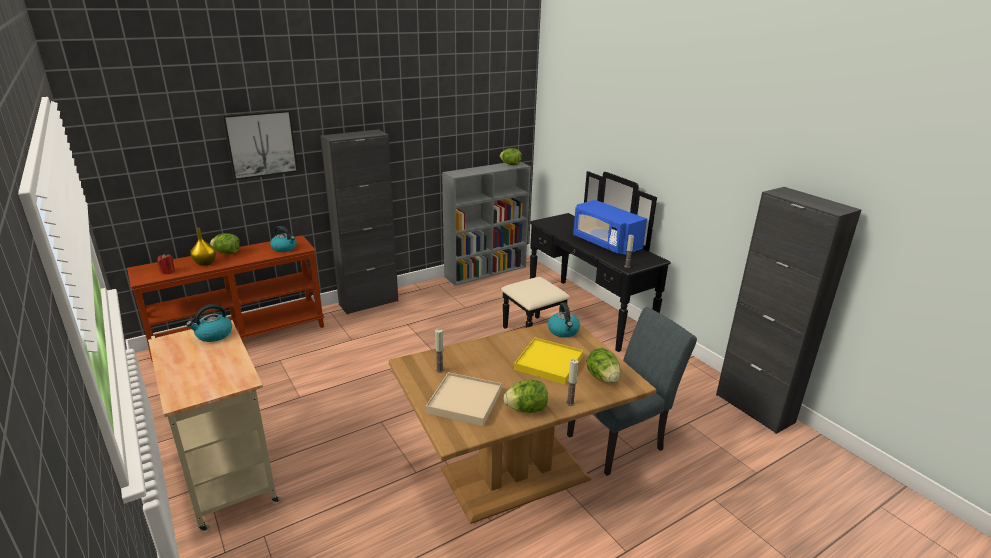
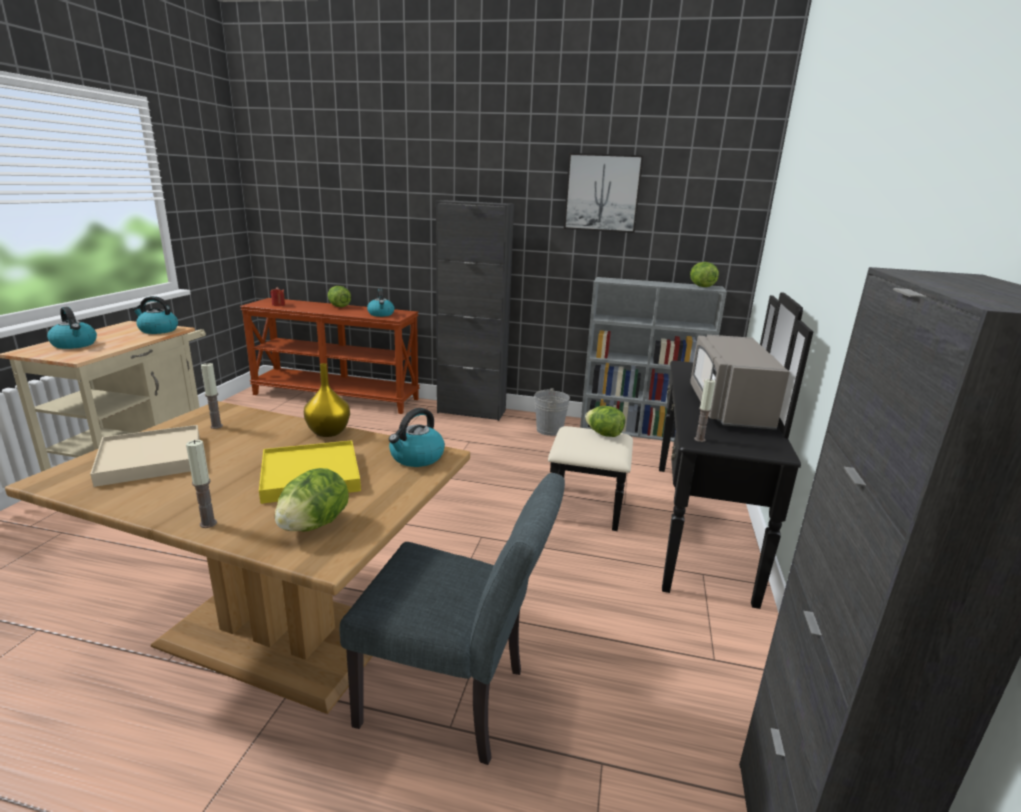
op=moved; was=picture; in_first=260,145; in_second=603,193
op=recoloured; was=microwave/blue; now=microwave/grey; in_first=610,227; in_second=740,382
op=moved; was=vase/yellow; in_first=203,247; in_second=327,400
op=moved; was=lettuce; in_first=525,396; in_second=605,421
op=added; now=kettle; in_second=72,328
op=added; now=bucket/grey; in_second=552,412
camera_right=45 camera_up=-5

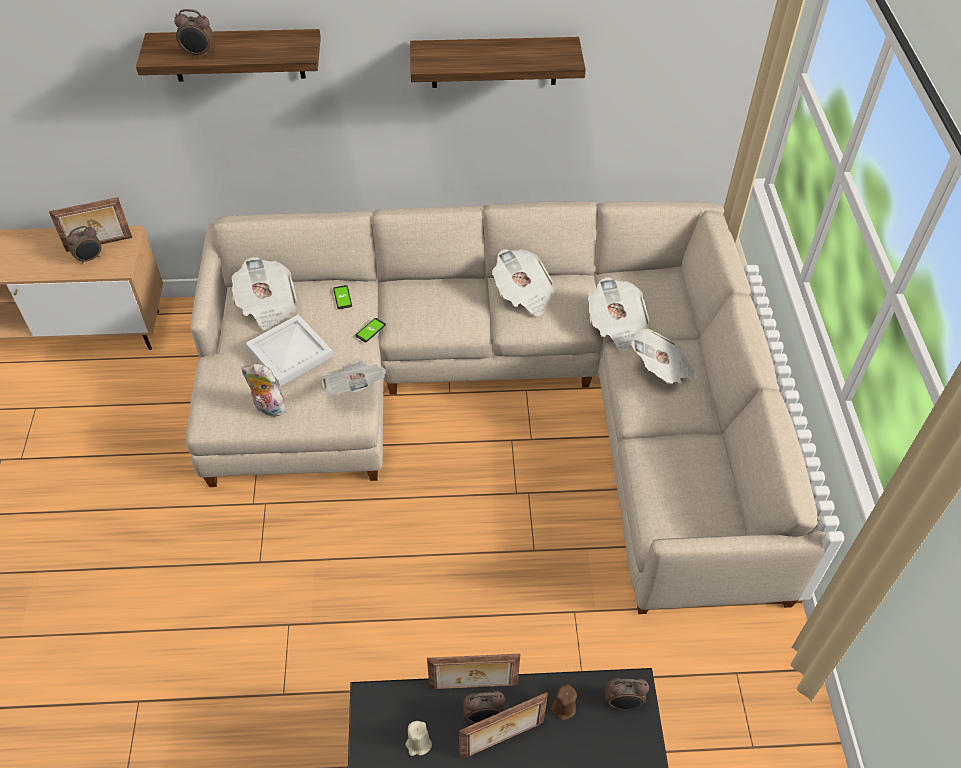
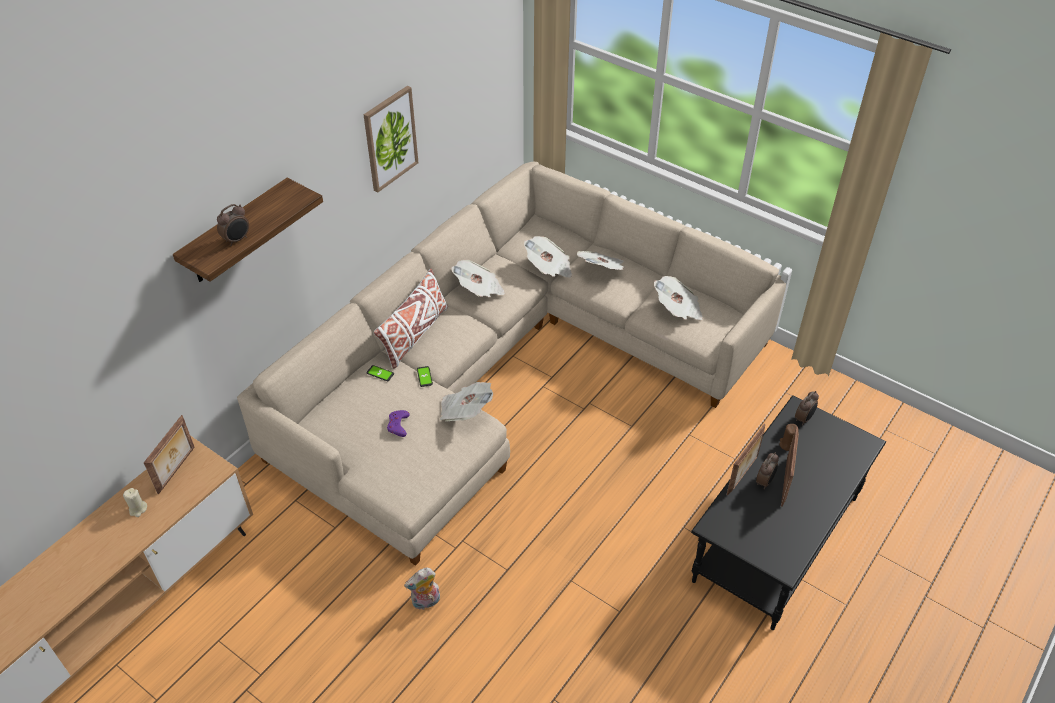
op=replaced; was=shelf; now=picture; in_first=498,62; in_second=391,139
op=removed; was=alarm clock; in_first=83,245
op=moved; was=newspaper; in_first=264,294; in_second=678,298
op=replaced; was=tray/white; now=game controller/purple; in_first=289,350; in_second=398,423
op=moved; was=plush toy; in_first=263,390; in_second=422,589
op=moved; was=candle/beige; in_first=419,738; in_second=135,502
op=added; now=pillow/white; in_second=411,318
camera_right=-50 camera_up=-5

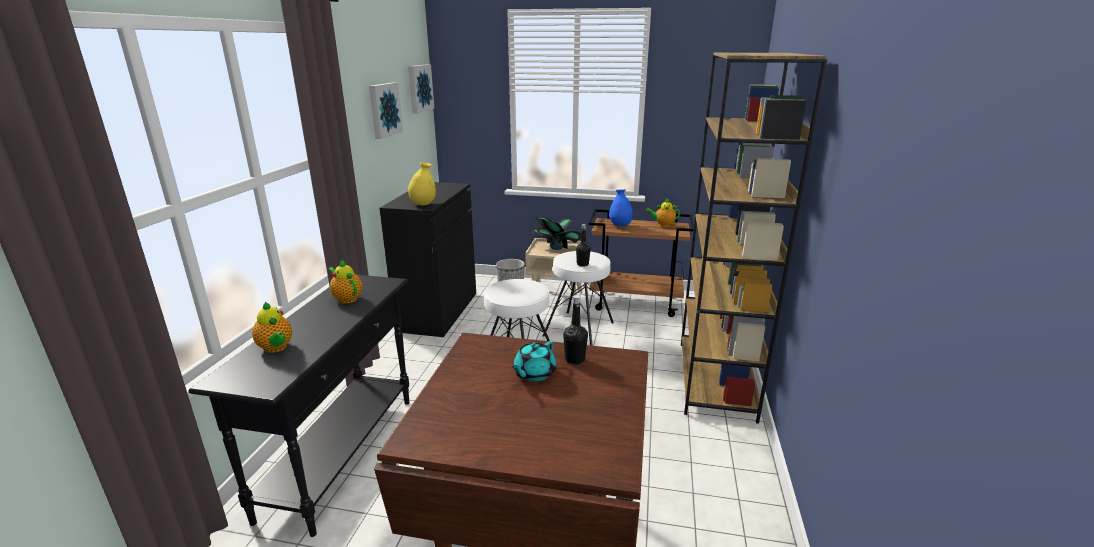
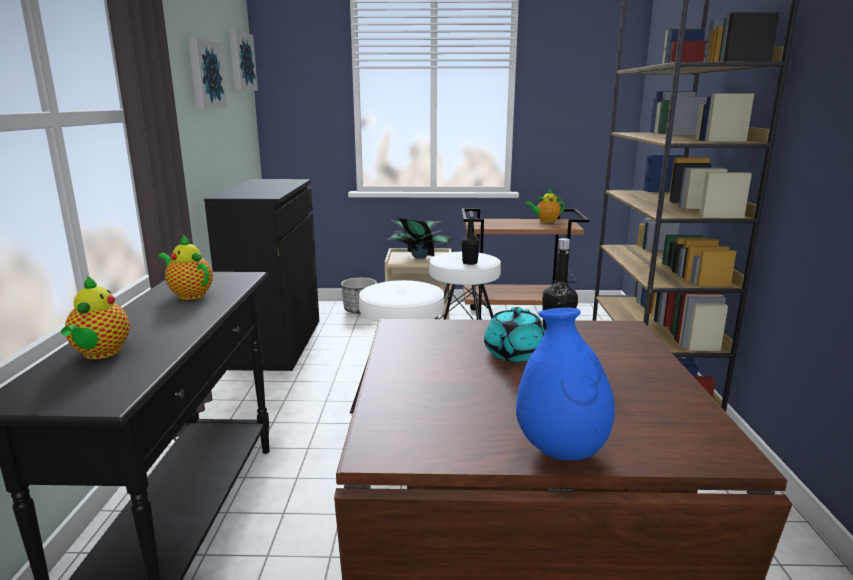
op=removed; was=vase/yellow; in_first=422,184
op=moved; was=vase/blue; in_first=621,207; in_second=565,384
op=turned; was=teapot; in_first=272,327; in_second=95,317; clockwise=45
camera_right=-10 camera_up=-5

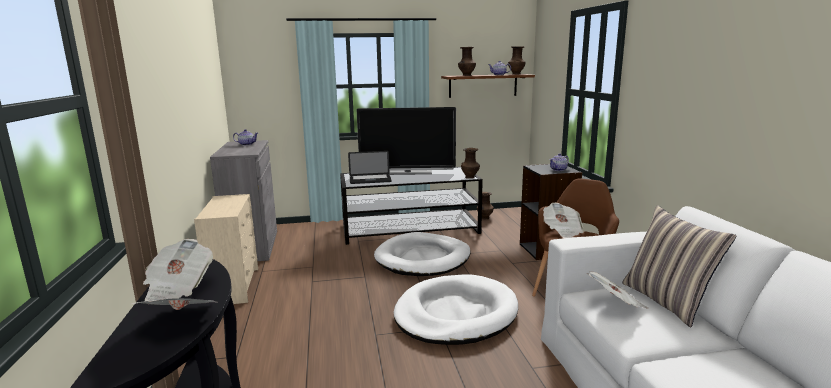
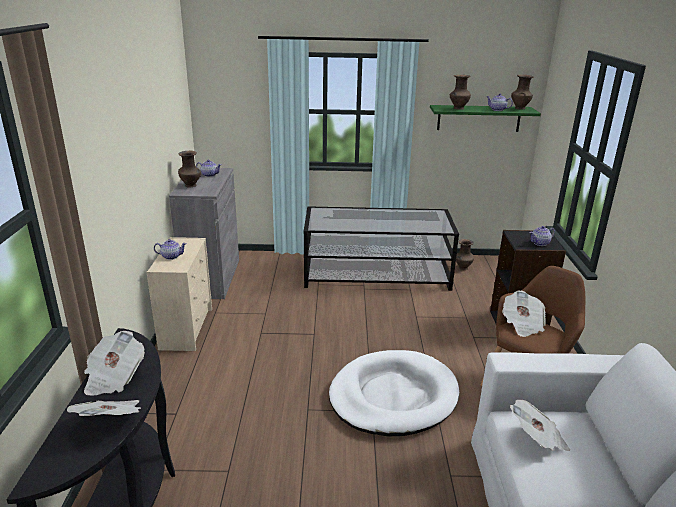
op=recoloured; was=shelf/brown; now=shelf/green; in_first=488,86; in_second=485,118
op=removed; was=television; in_first=406,141
op=moved; was=vase/brown; in_first=470,163; in_second=189,169
op=removed; was=laptop; in_first=370,167
op=removed; was=pillow; in_first=679,266
op=removed; was=dog bed/white; in_first=422,254
op=added; now=teapot; in_second=170,249
camera_right=10 camera_up=10

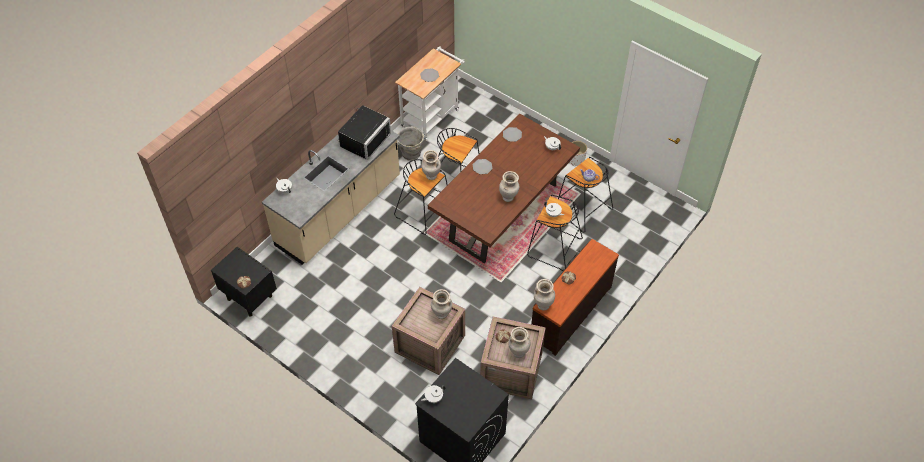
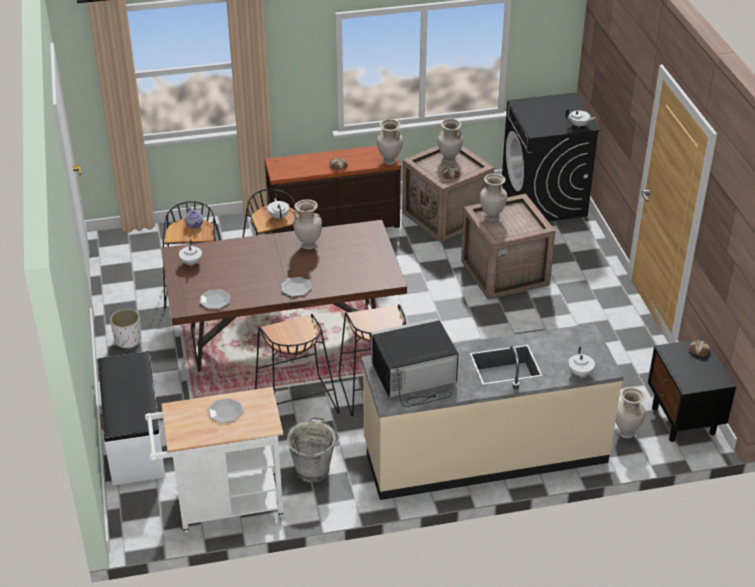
op=moved; was=vase/beige; in_first=431,165; in_second=630,412
op=added; now=bench/white; in_second=131,418
camera_right=-140 camera_up=-15

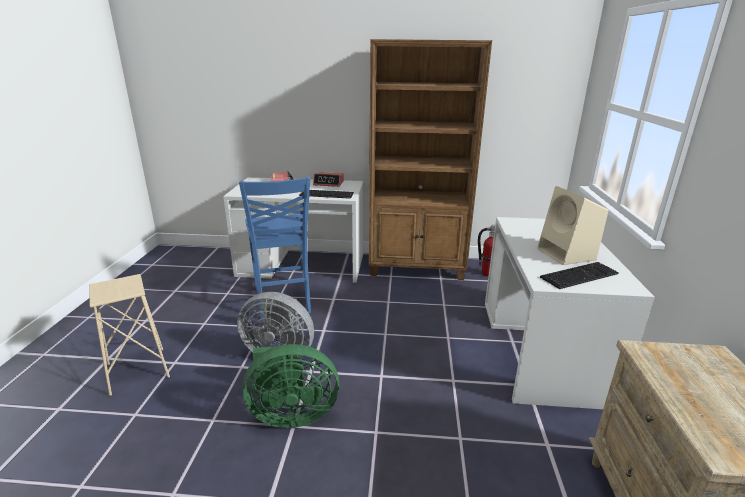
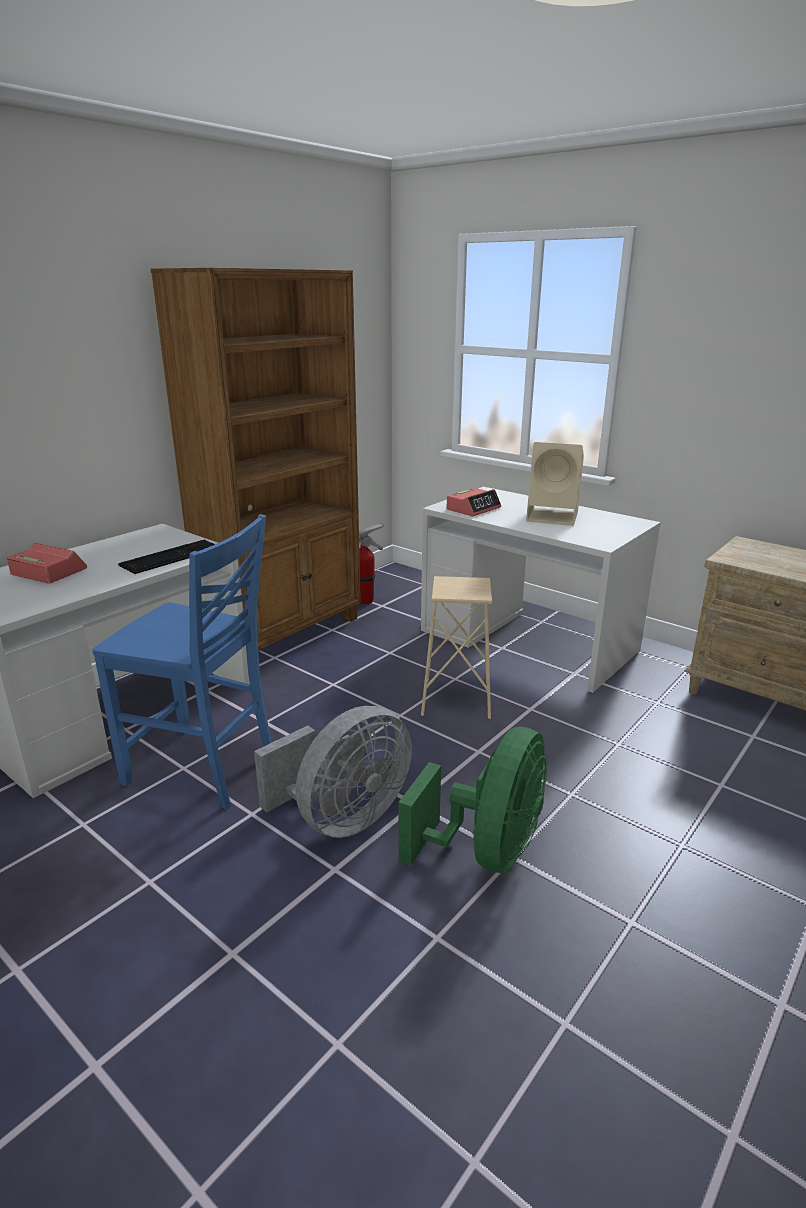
op=moved; was=alarm clock; in_first=328,179; in_second=474,502
op=removed; was=keyboard; in_first=579,275
op=moved; was=stool/beige; in_first=129,335; in_second=456,647
camera_right=-55 camera_up=0

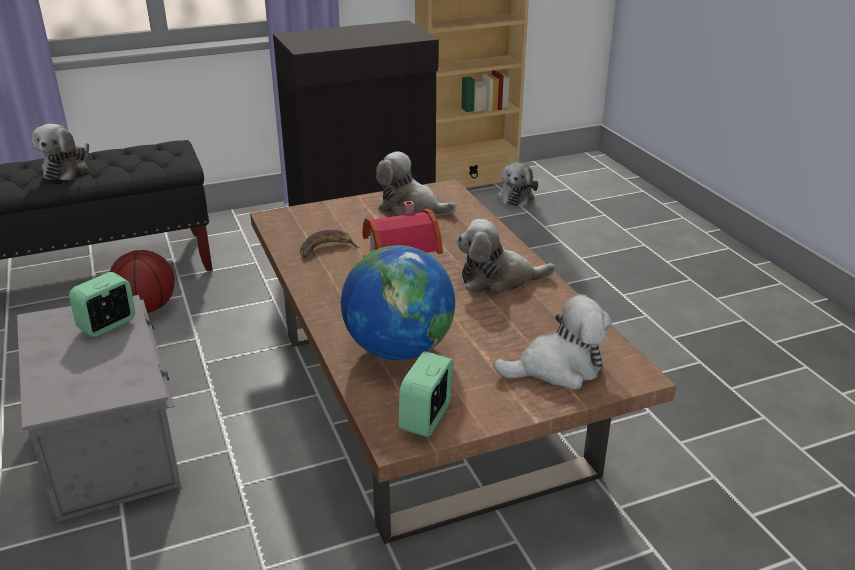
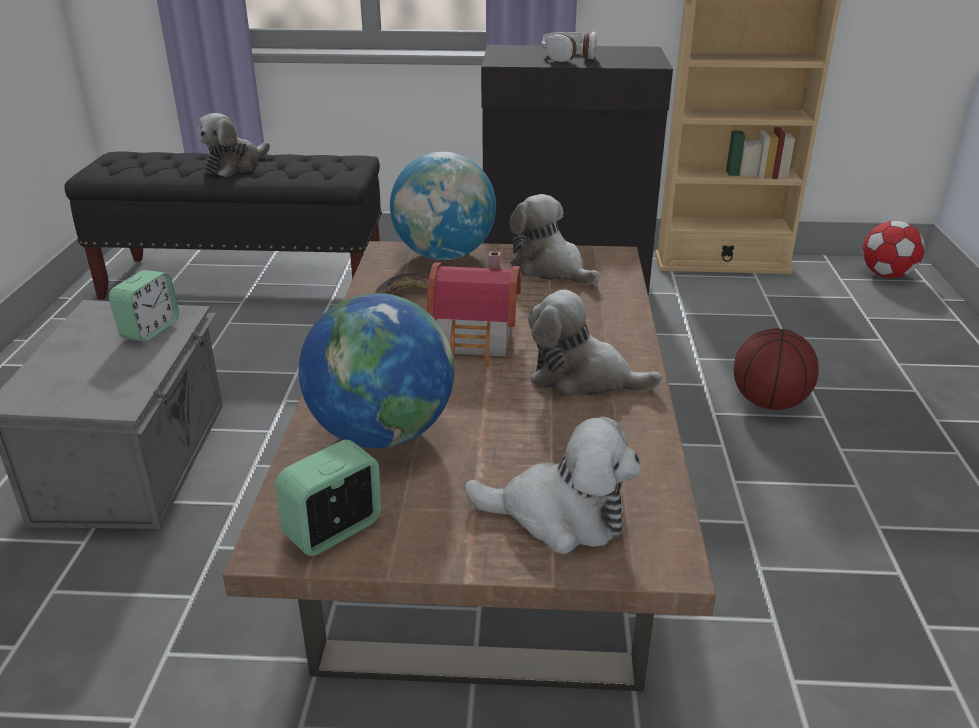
op=removed; was=plush toy; in_first=517,184
op=moved; was=basketball; in_first=142,281; in_second=776,369
op=turned; was=alarm clock; in_first=102,304; in_second=144,305; clockwise=135
op=added; now=headphones; in_second=569,47
op=added; now=globe; in_second=443,206
op=added; now=football; in_second=893,249
camera_right=25 camera_up=0

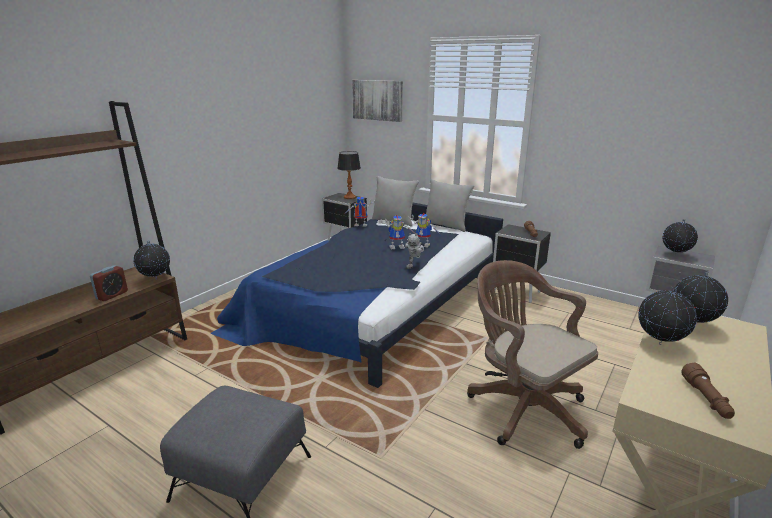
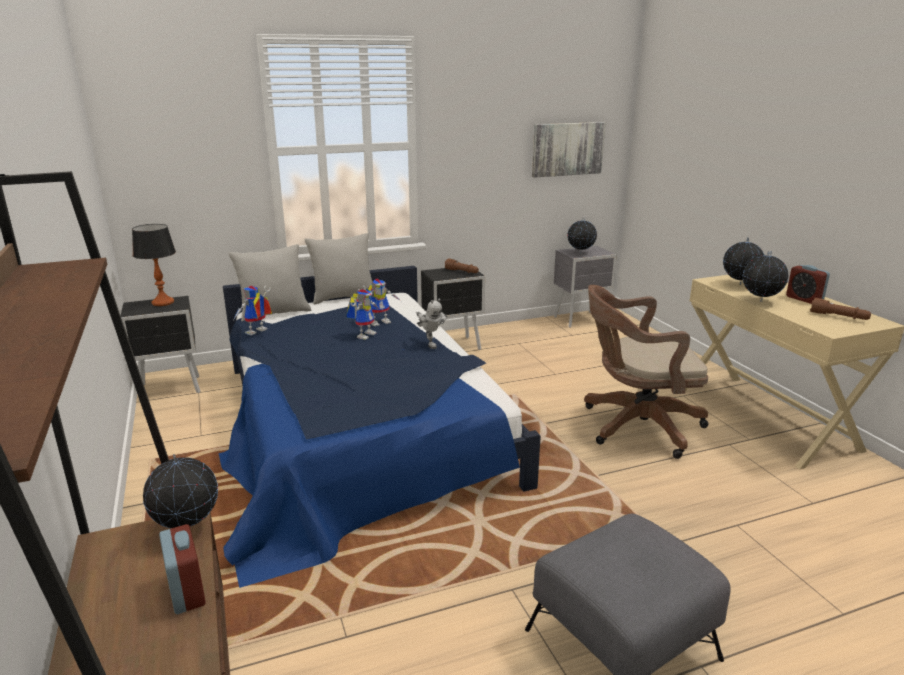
op=moved; was=picture; in_first=377,101; in_second=569,150
op=added; now=alarm clock; in_second=808,284
camera_right=-55 camera_up=0

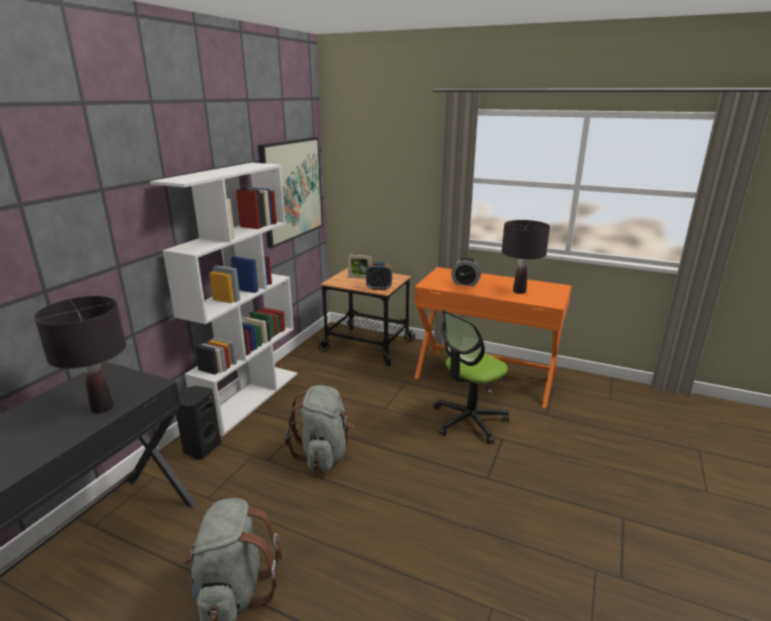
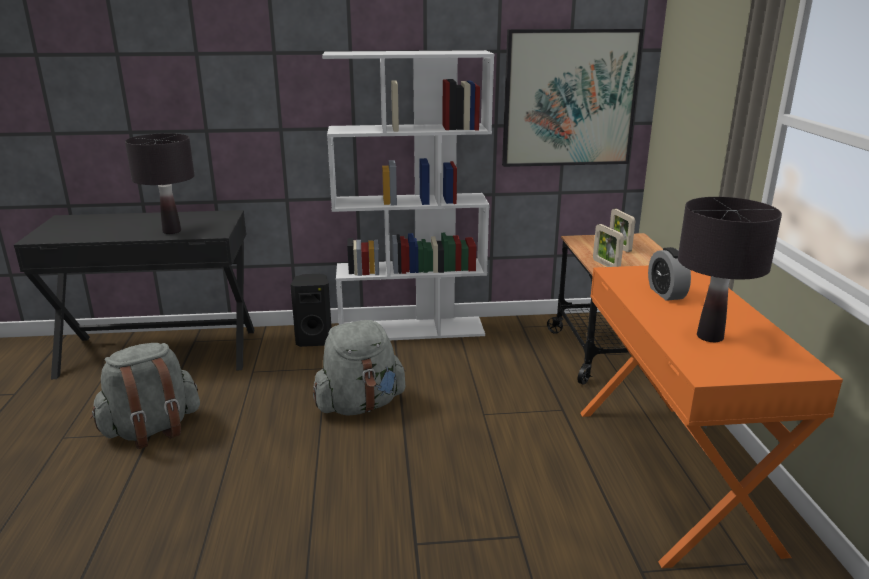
op=replaced; was=alarm clock; now=picture frame; in_first=379,276; in_second=608,245
op=removed; was=office chair; in_first=471,377
camera_right=60 camera_up=0

